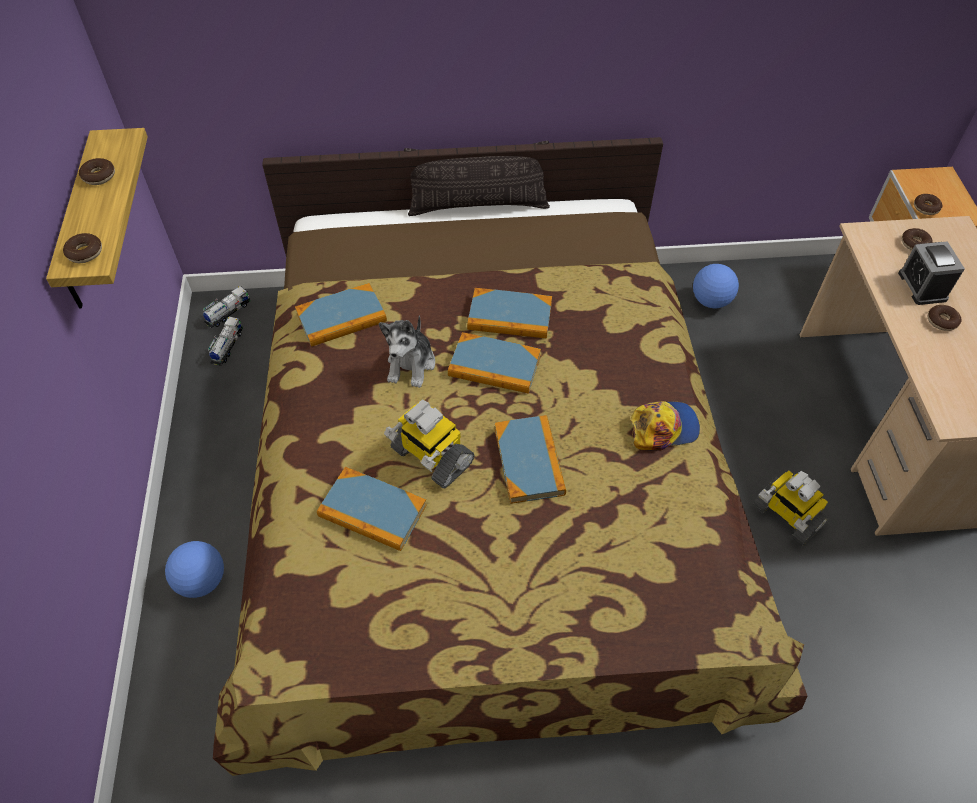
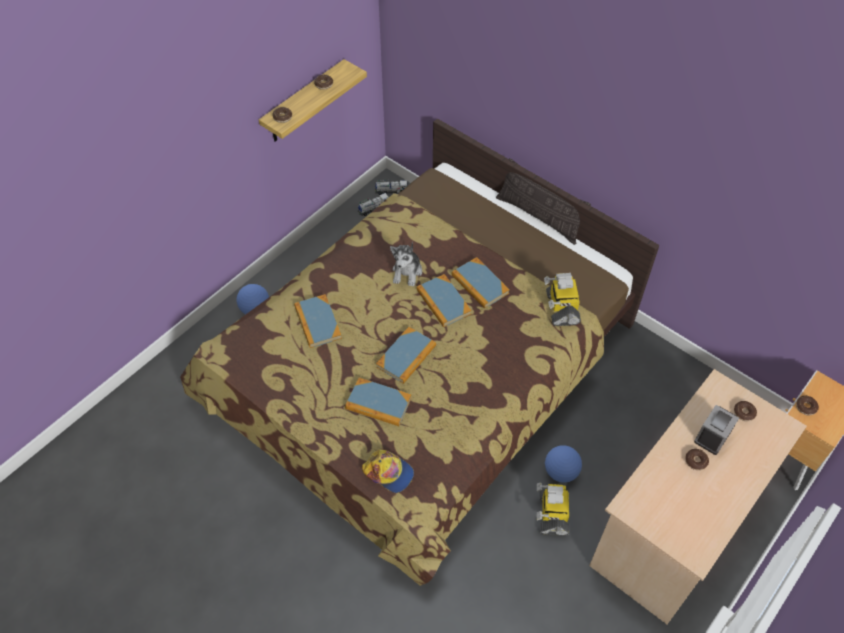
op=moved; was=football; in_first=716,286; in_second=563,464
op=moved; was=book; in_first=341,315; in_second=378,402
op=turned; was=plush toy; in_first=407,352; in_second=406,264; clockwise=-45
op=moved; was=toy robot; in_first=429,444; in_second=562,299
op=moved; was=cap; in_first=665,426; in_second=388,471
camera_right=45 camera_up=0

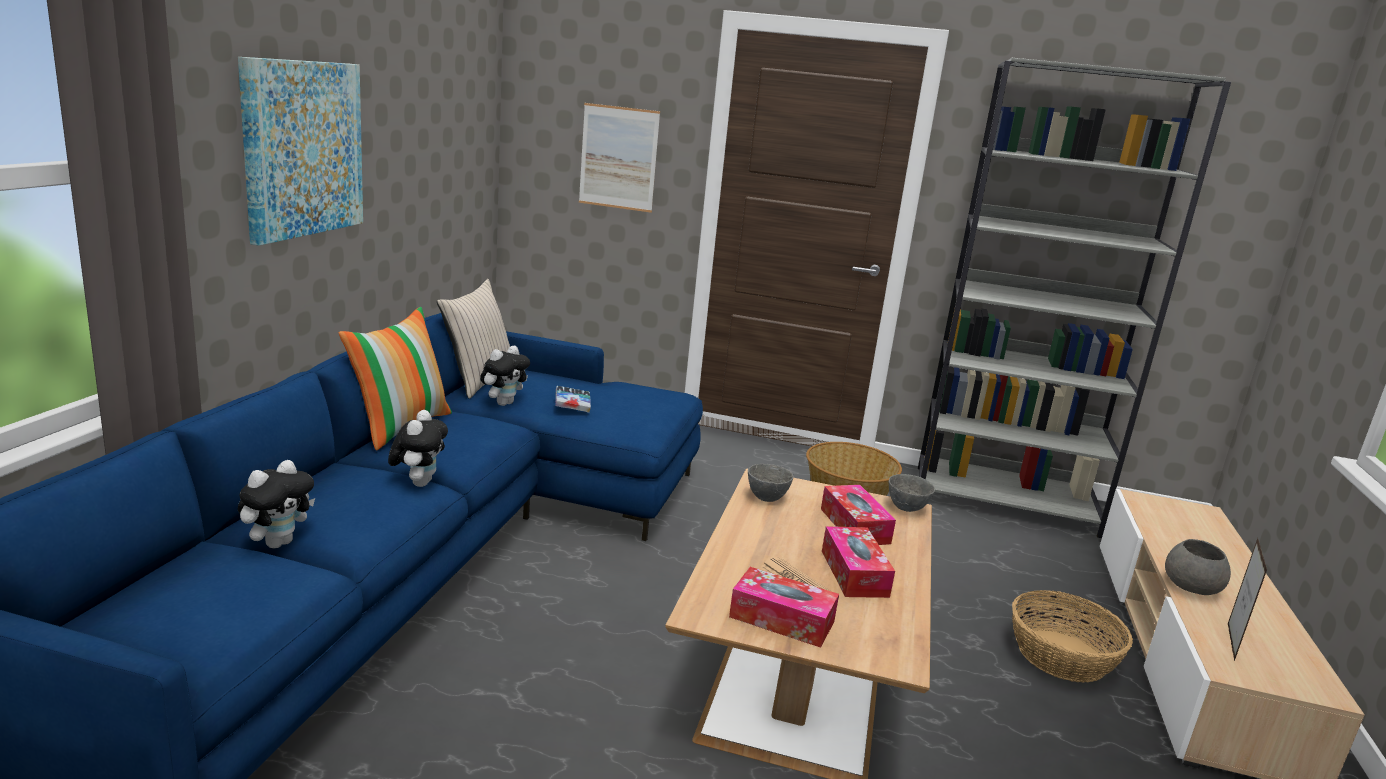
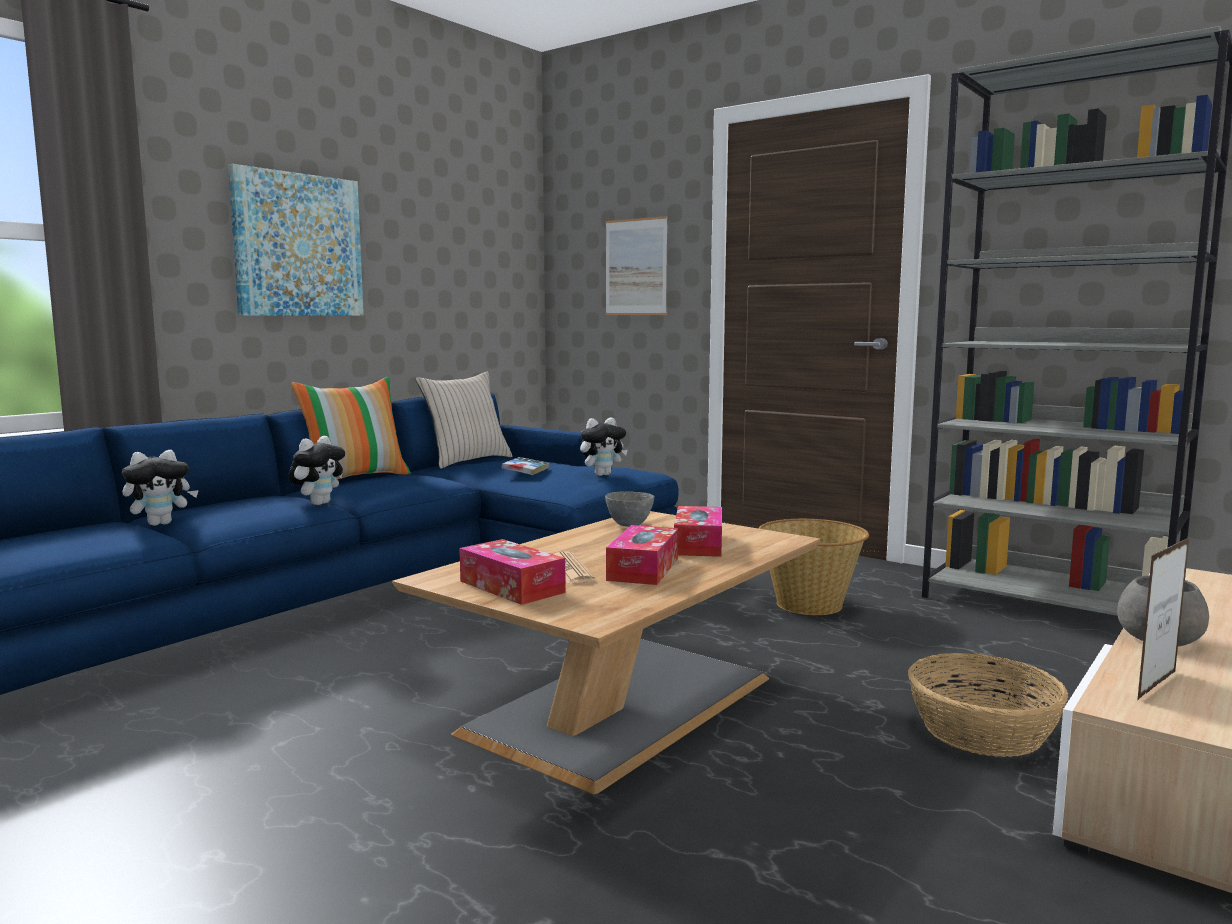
op=moved; was=plush toy; in_first=505,376; in_second=604,446
op=removed; was=bowl/grey; in_first=912,493
camera_right=25 camera_up=-10

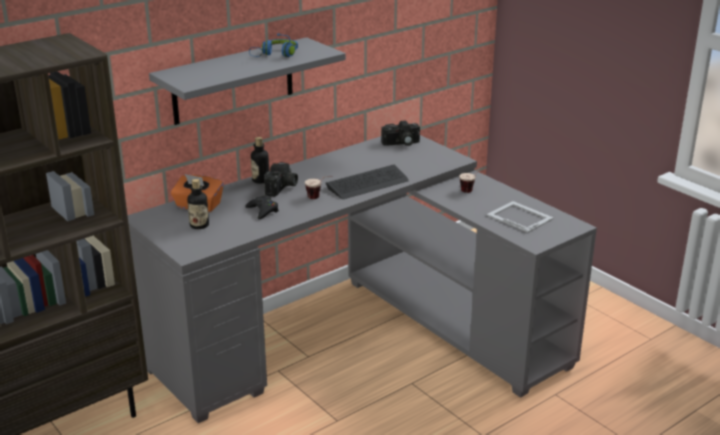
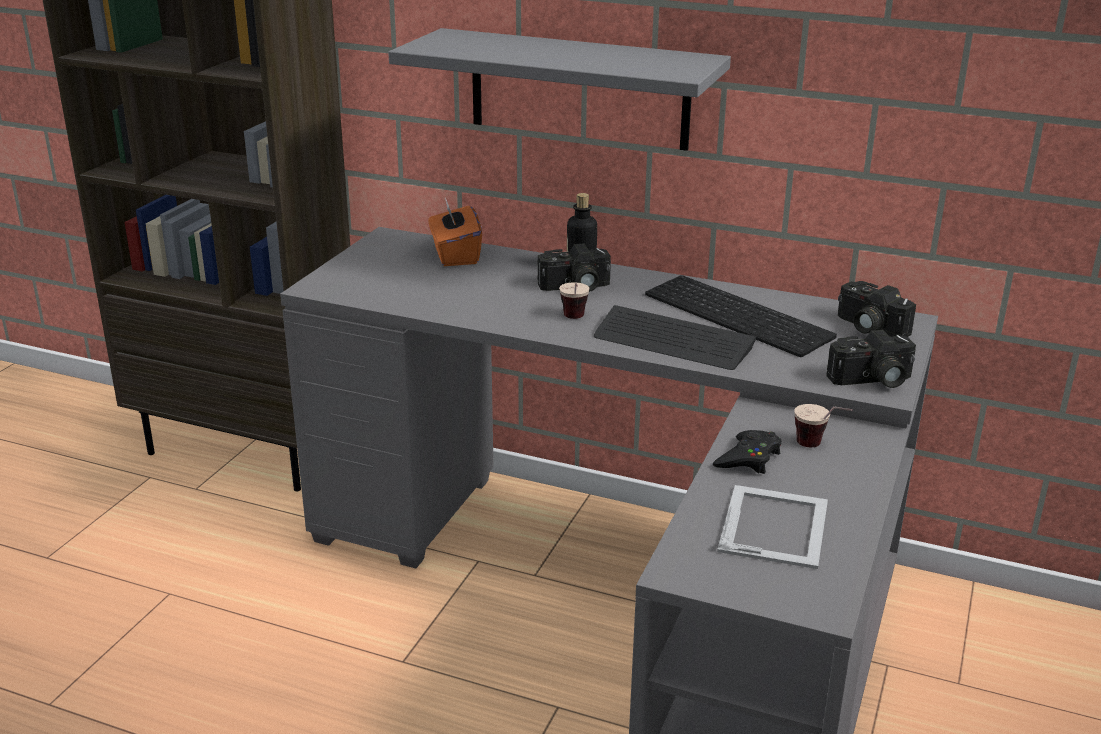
op=removed; was=headphones/blue; in_first=273,45
op=removed; was=bottle; in_first=198,204
op=moved; was=game controller/black; in_first=262,206; in_second=747,452
op=added; now=keyboard; in_second=741,316
op=added; now=photo camera; in_second=871,359
camera_right=60 camera_up=0

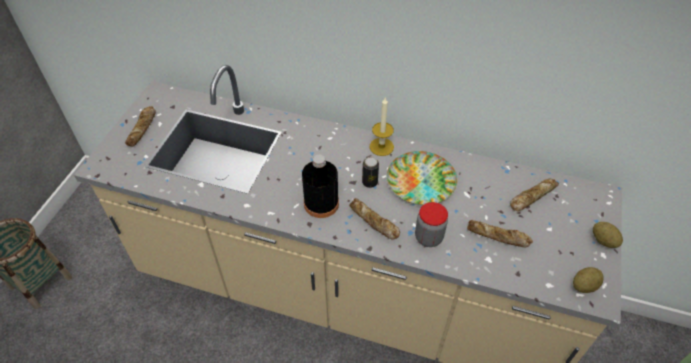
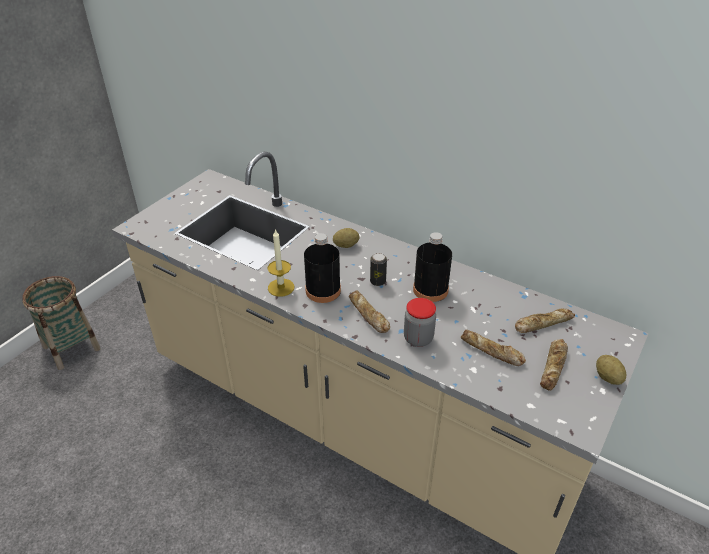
op=moved; was=candle; in_first=382,127; in_second=281,263
op=moved; was=bread; in_first=140,126; in_second=554,365
op=replaced; was=plate; now=bottle/black; in_first=422,178; in_second=432,267
op=moved; was=potato; in_first=588,280; in_second=346,238
camera_right=15 camera_up=-10

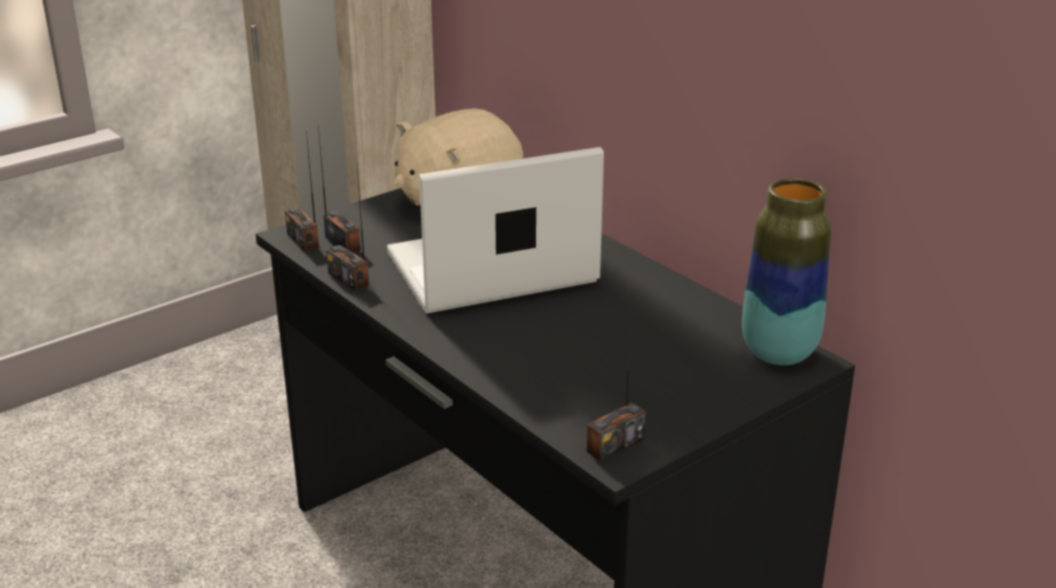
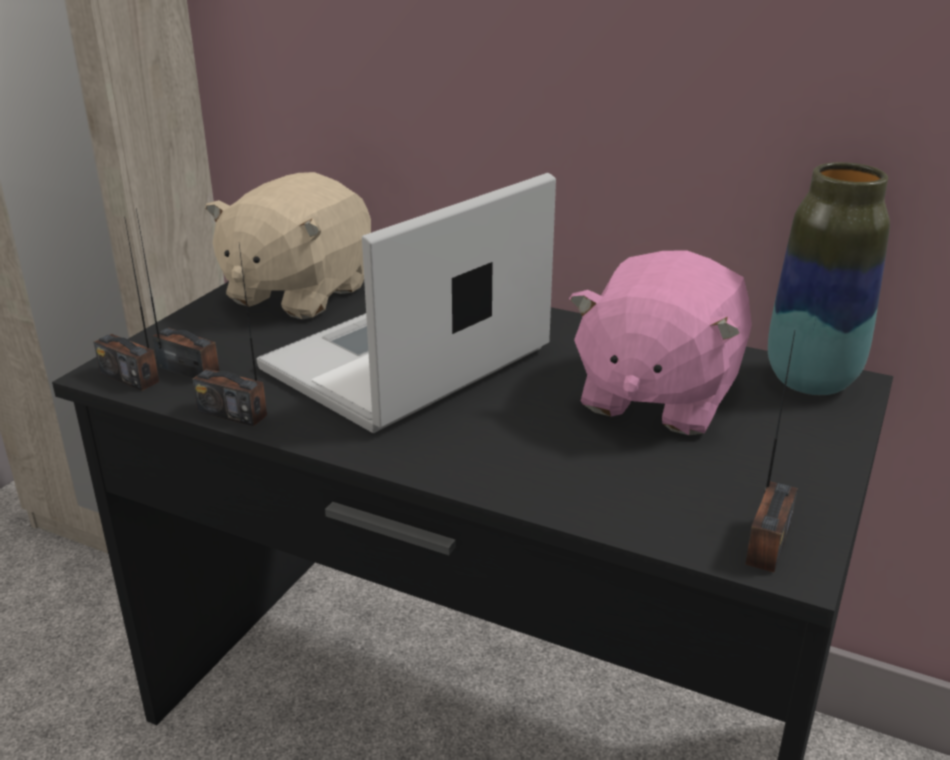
op=added; now=plush toy/pink; in_second=660,343
camera_right=-25 camera_up=0

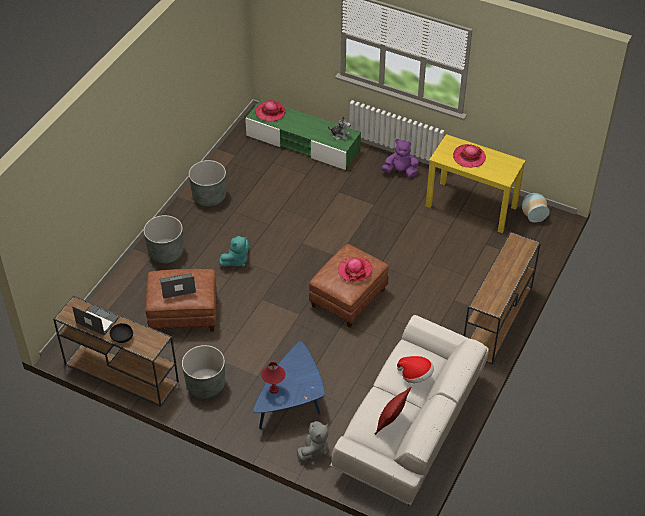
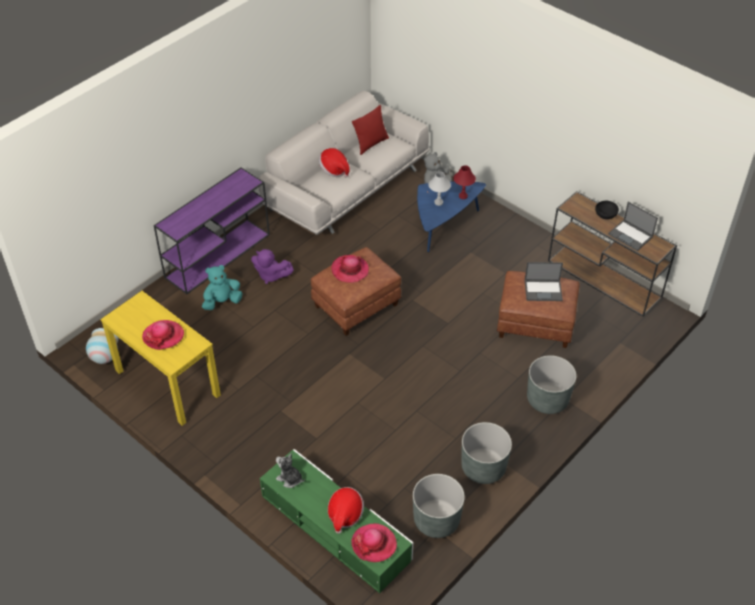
op=moved; was=plush toy/purple; in_first=400,158; in_second=272,266
op=recoloured; was=console table/brown; now=console table/purple; in_first=502,298; in_second=212,231
op=moved; was=plush toy/turquoise; in_first=234,251; in_second=222,287
op=moved; was=planter/grey; in_first=203,371; in_second=439,506
op=added; now=table lamp/white; in_second=439,189
op=added; now=hat; in_second=346,510
camera_right=-165 camera_up=0

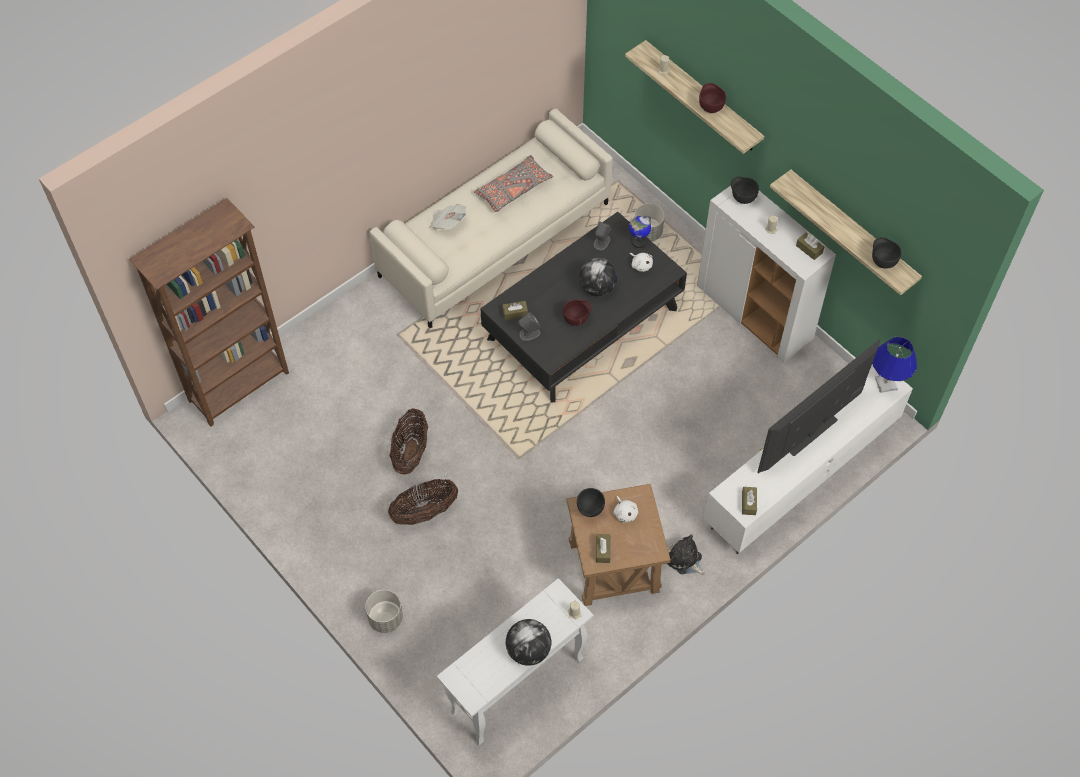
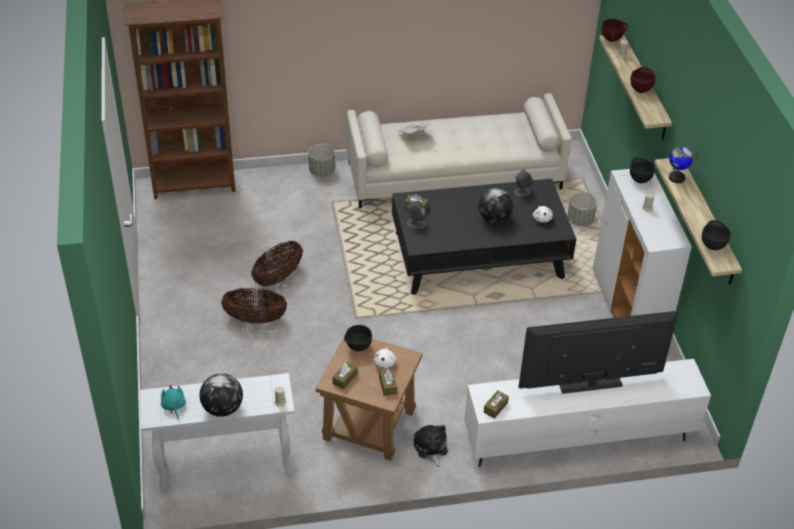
op=removed; was=pillow/grey; in_first=513,183
op=moved; was=globe; in_first=640,232; in_second=682,165
op=moved; was=tissue box/brown; in_first=810,246; in_second=388,382
op=moved; was=bowl/brown; in_first=577,313; in_second=615,30
op=removed; was=table lamp/blue; in_first=895,365
op=moved; was=planter/grey; in_first=384,611; in_second=321,160
op=added; now=plush toy/turquoise; in_second=173,402
camera_right=30 camera_up=-15

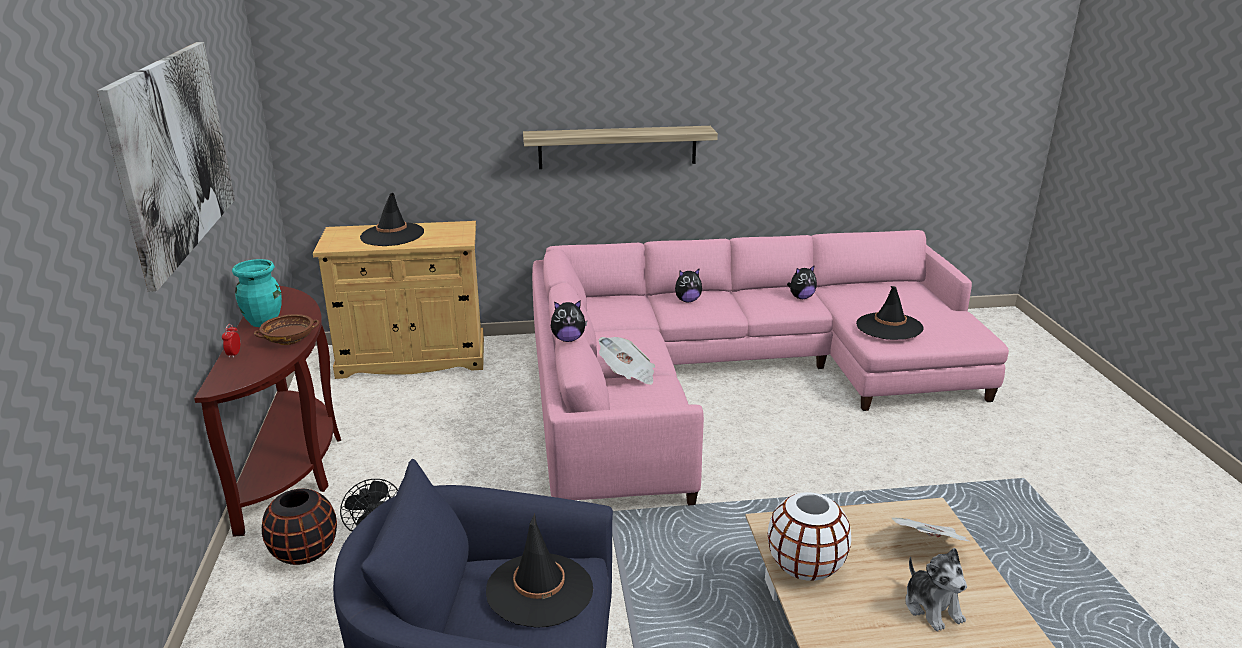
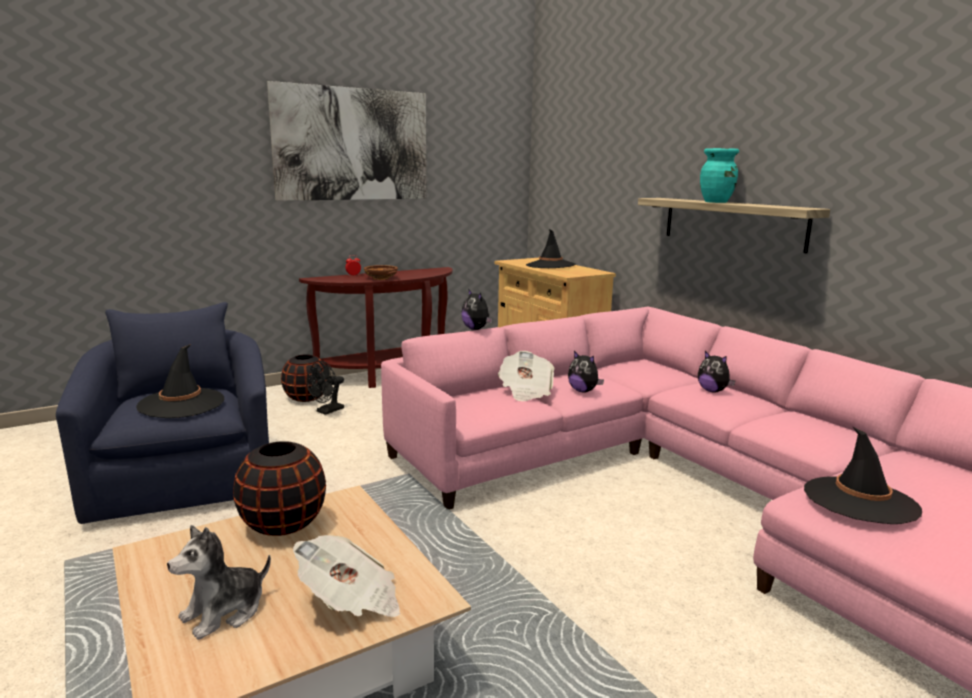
op=moved; was=vase/turquoise; in_first=257,293; in_second=719,175
op=moved; was=plush toy; in_first=802,282; in_second=586,371
op=recoloured; was=vase/white; now=vase/black; in_first=809,536; in_second=279,488
camera_right=65 camera_up=-10

